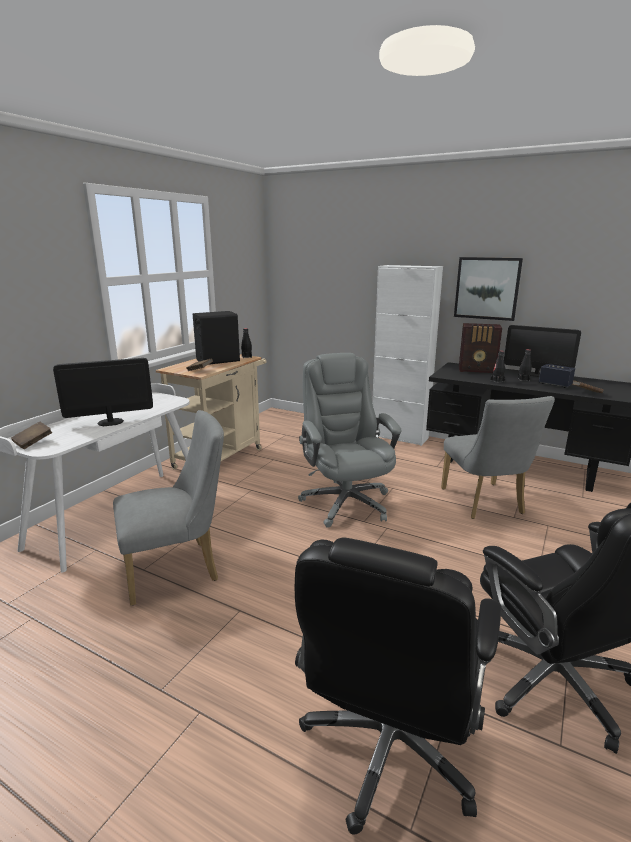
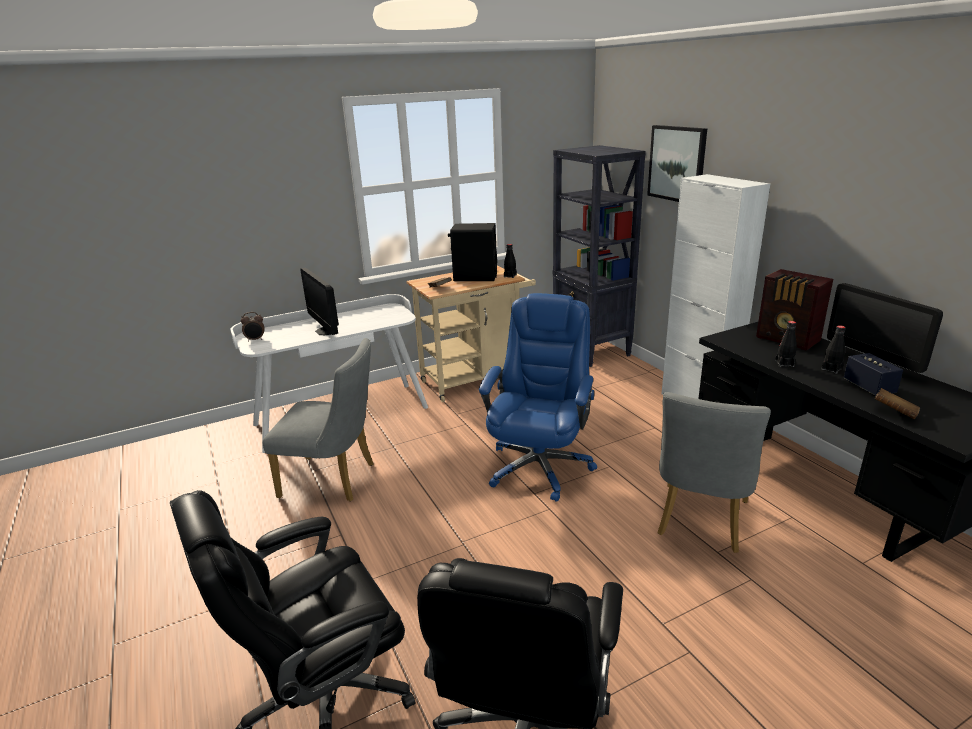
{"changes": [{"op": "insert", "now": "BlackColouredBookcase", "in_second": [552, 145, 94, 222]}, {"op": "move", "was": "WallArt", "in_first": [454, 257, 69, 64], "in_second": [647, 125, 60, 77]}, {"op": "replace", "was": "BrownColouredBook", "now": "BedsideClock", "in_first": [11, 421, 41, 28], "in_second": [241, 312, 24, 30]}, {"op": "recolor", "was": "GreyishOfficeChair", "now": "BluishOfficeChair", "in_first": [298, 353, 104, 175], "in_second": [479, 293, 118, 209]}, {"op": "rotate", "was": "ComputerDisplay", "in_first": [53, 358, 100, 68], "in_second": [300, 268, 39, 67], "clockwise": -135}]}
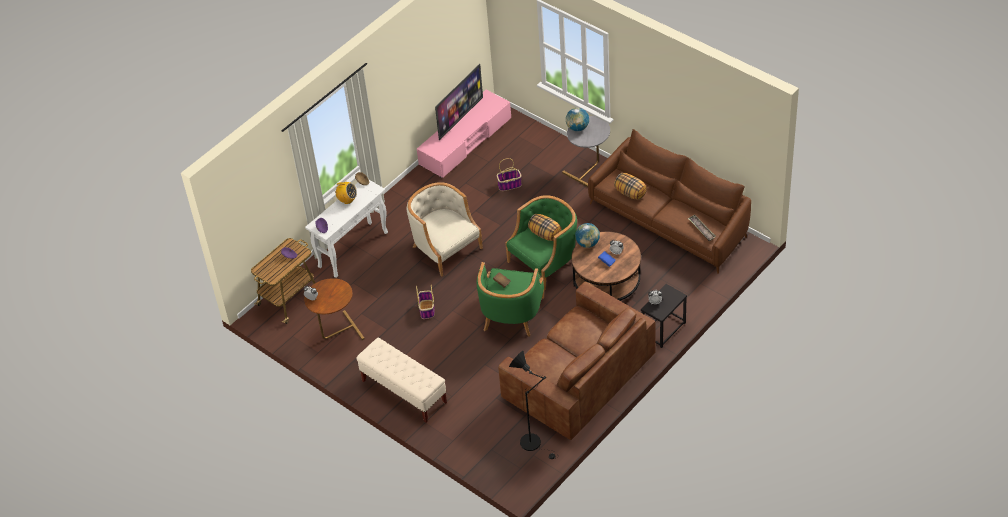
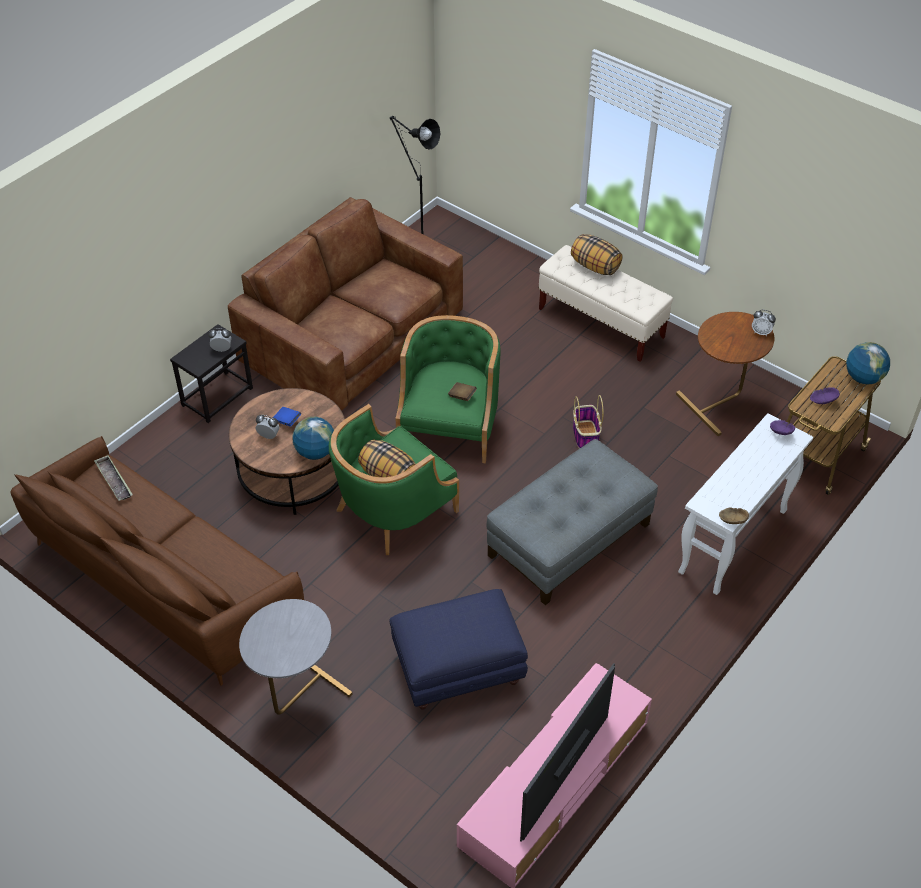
{"changes": [{"op": "delete", "was": "Radio", "in_first": [336, 182, 21, 22]}, {"op": "move", "was": "Globe", "in_first": [566, 108, 23, 23], "in_second": [846, 342, 44, 43]}, {"op": "move", "was": "Cushion", "in_first": [614, 173, 33, 27], "in_second": [571, 234, 52, 41]}, {"op": "replace", "was": "BeigeArmchair", "now": "GreyishPouffe", "in_first": [407, 182, 76, 95], "in_second": [486, 439, 172, 166]}, {"op": "replace", "was": "StorageBasket", "now": "BluishPouffe", "in_first": [497, 158, 25, 33], "in_second": [389, 589, 139, 121]}]}
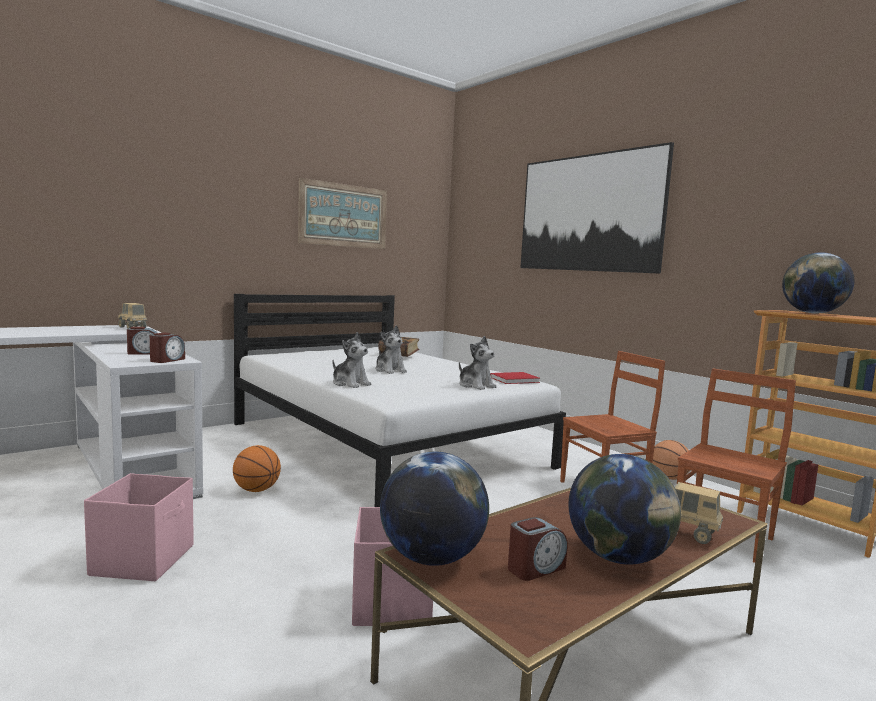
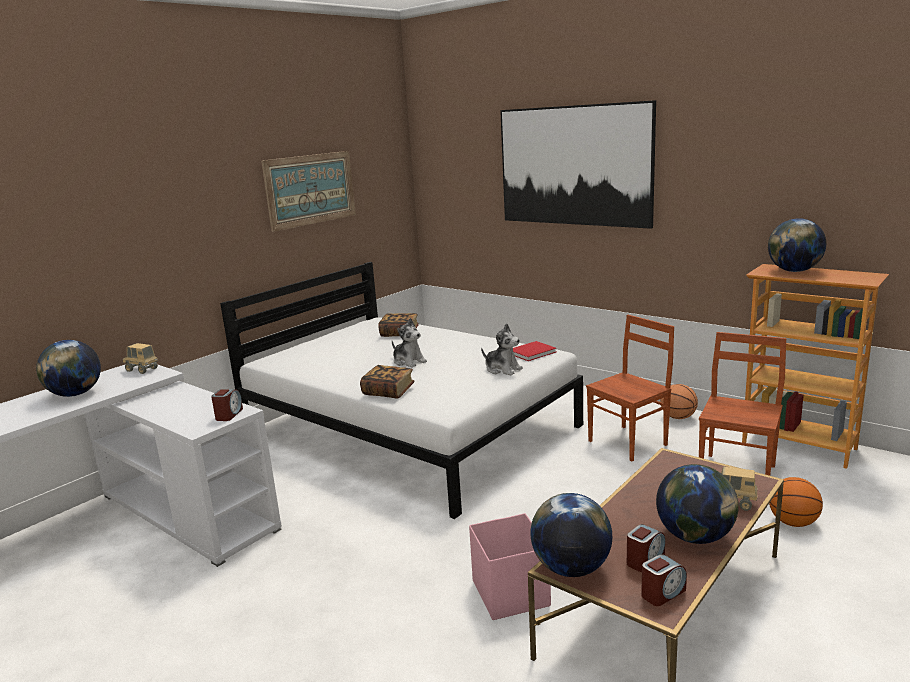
{"changes": [{"op": "delete", "was": "PinkishStorageContainer", "in_first": [84, 473, 110, 108]}, {"op": "insert", "now": "Globe", "in_second": [36, 340, 65, 57]}, {"op": "move", "was": "BedsideClock", "in_first": [127, 327, 30, 28], "in_second": [641, 555, 46, 51]}, {"op": "move", "was": "Basketball", "in_first": [233, 445, 48, 47], "in_second": [769, 477, 54, 50]}, {"op": "replace", "was": "CuddlyToy", "now": "Book", "in_first": [332, 332, 40, 56], "in_second": [360, 365, 55, 34]}]}
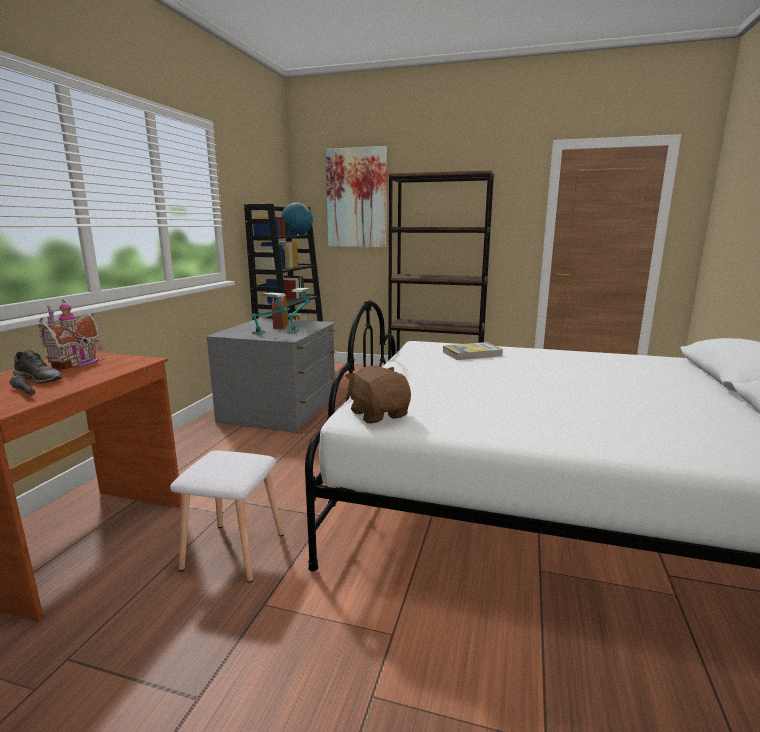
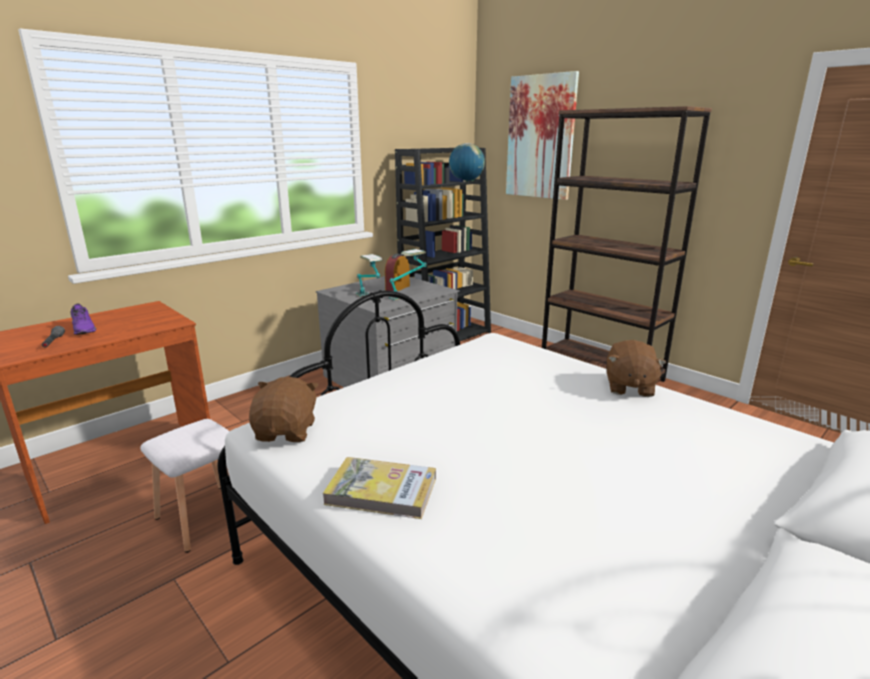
{"changes": [{"op": "delete", "was": "ToyHouse", "in_first": [38, 299, 65, 70]}, {"op": "insert", "now": "BrownColouredCuddlyToy", "in_second": [607, 340, 59, 57]}, {"op": "move", "was": "Book", "in_first": [443, 342, 61, 18], "in_second": [323, 457, 113, 62]}, {"op": "recolor", "was": "GreyishShoe", "now": "PurplishShoe", "in_first": [13, 350, 50, 34], "in_second": [70, 304, 26, 31]}]}
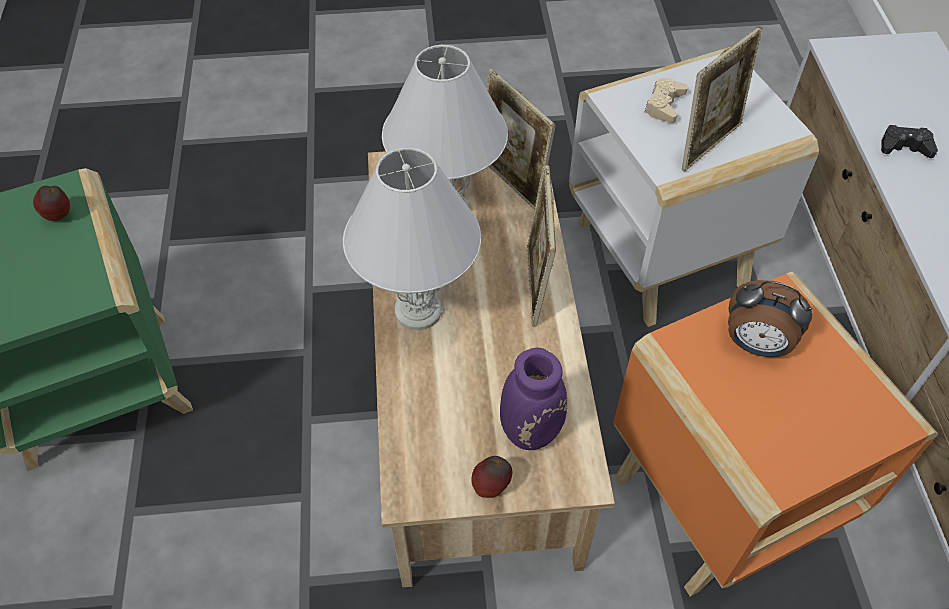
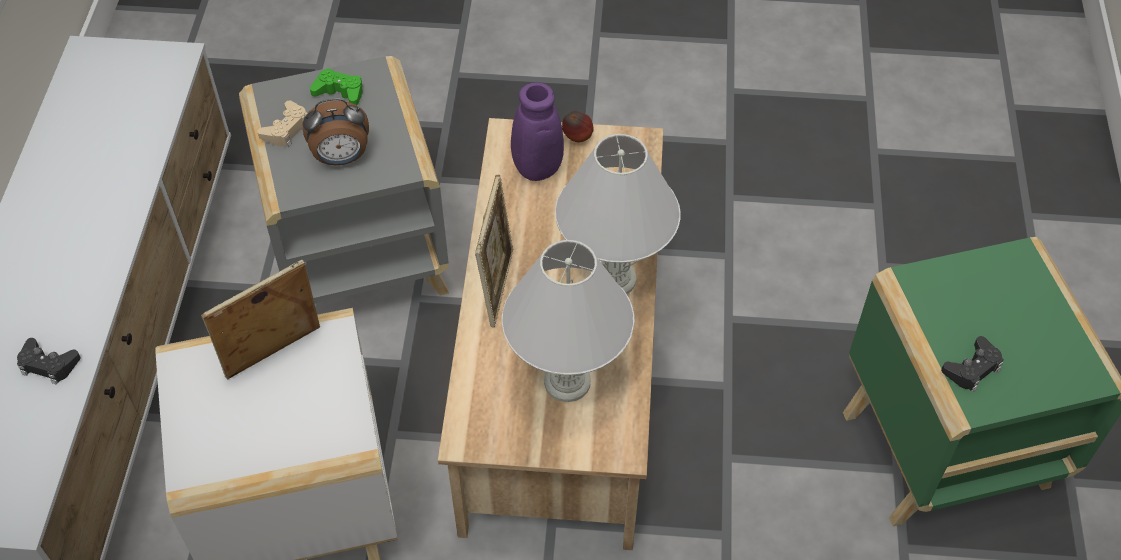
{"changes": [{"op": "delete", "was": "StandingFrame", "in_first": [486, 68, 70, 142]}, {"op": "insert", "now": "GreenGamepad", "in_second": [310, 68, 53, 37]}, {"op": "move", "was": "BeigeGamepad", "in_first": [644, 78, 44, 45], "in_second": [257, 100, 50, 47]}, {"op": "replace", "was": "AppleFruit", "now": "BlackColouredGamepad", "in_first": [33, 186, 37, 35], "in_second": [941, 336, 63, 56]}, {"op": "recolor", "was": "OrangeSideTable", "now": "GreyishSideTable", "in_first": [614, 272, 324, 325], "in_second": [239, 56, 210, 247]}, {"op": "rotate", "was": "BedsideClock", "in_first": [728, 280, 84, 77], "in_second": [303, 99, 66, 66], "clockwise": 135}]}
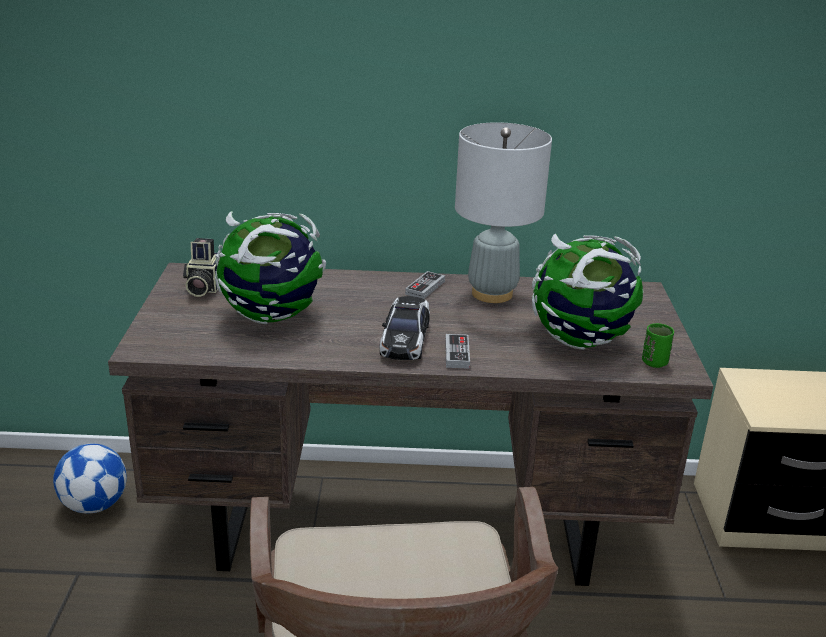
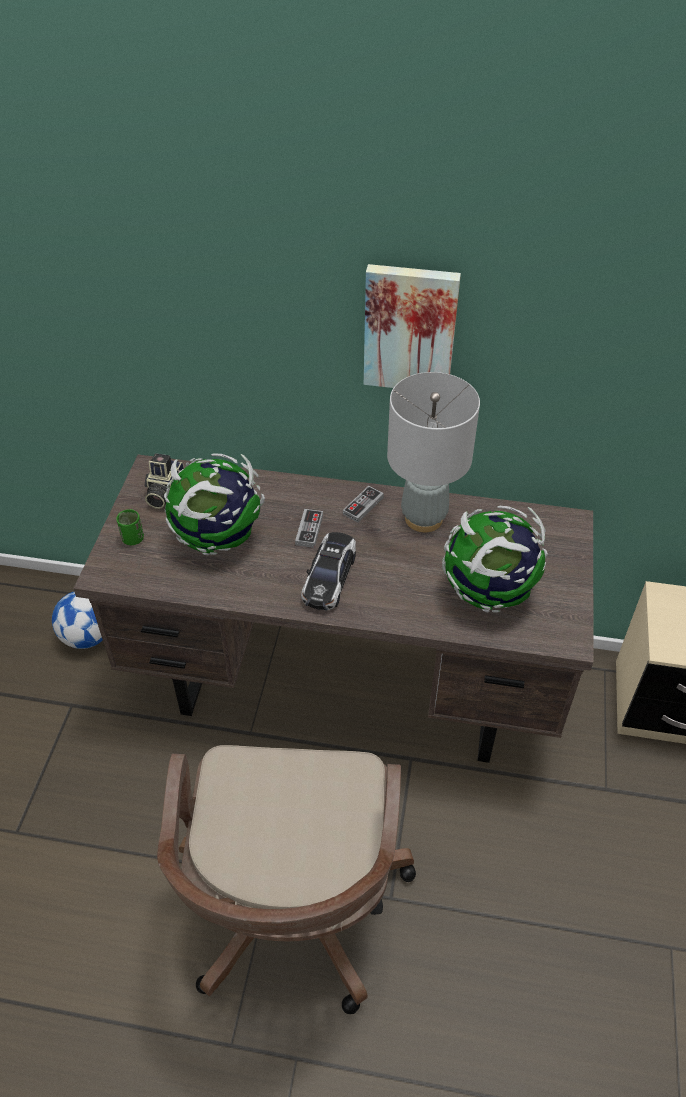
{"changes": [{"op": "insert", "now": "WallArt", "in_second": [364, 264, 97, 124]}, {"op": "move", "was": "Gamepad", "in_first": [445, 334, 25, 35], "in_second": [295, 509, 28, 39]}, {"op": "move", "was": "GreenDrinkingCup", "in_first": [642, 323, 32, 45], "in_second": [116, 509, 28, 36]}]}
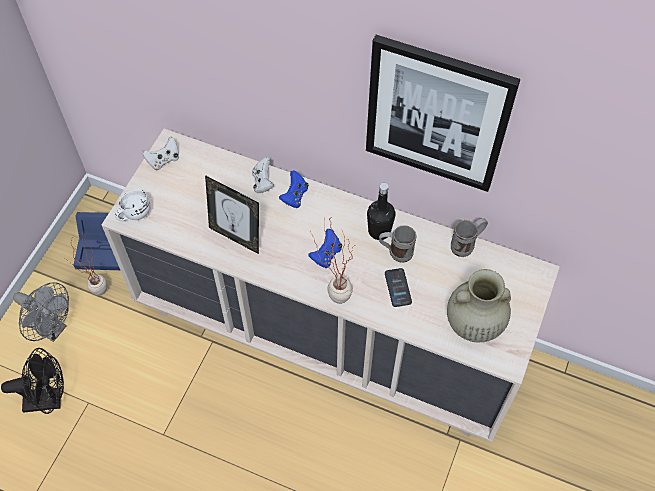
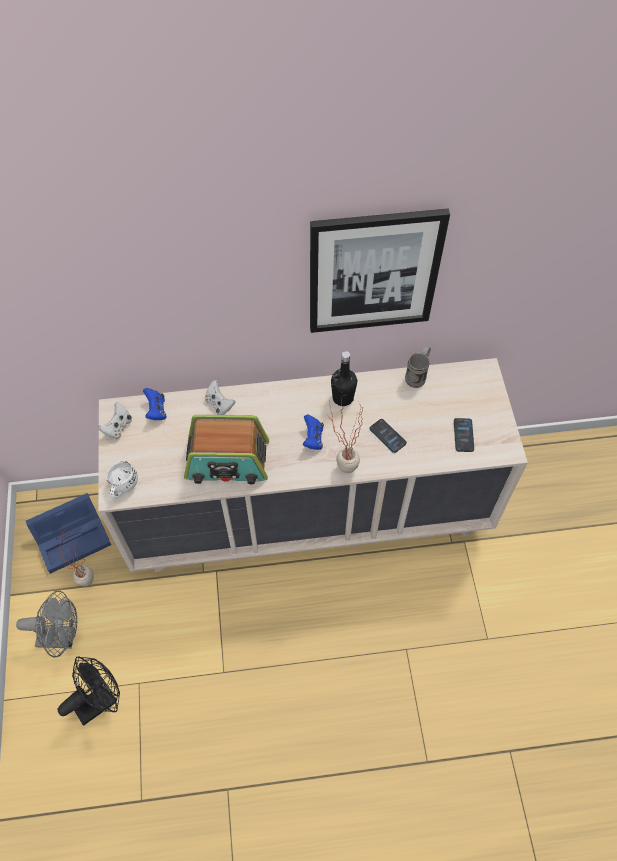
{"changes": [{"op": "delete", "was": "GreyishTeaMug", "in_first": [379, 225, 38, 38]}, {"op": "move", "was": "BluishGamepad", "in_first": [279, 170, 29, 38], "in_second": [143, 388, 23, 32]}, {"op": "replace", "was": "StandingFrame", "now": "Radio", "in_first": [205, 175, 54, 79], "in_second": [184, 415, 85, 70]}, {"op": "replace", "was": "BeigeVase", "now": "Telephone", "in_first": [447, 269, 64, 73], "in_second": [454, 418, 20, 34]}]}
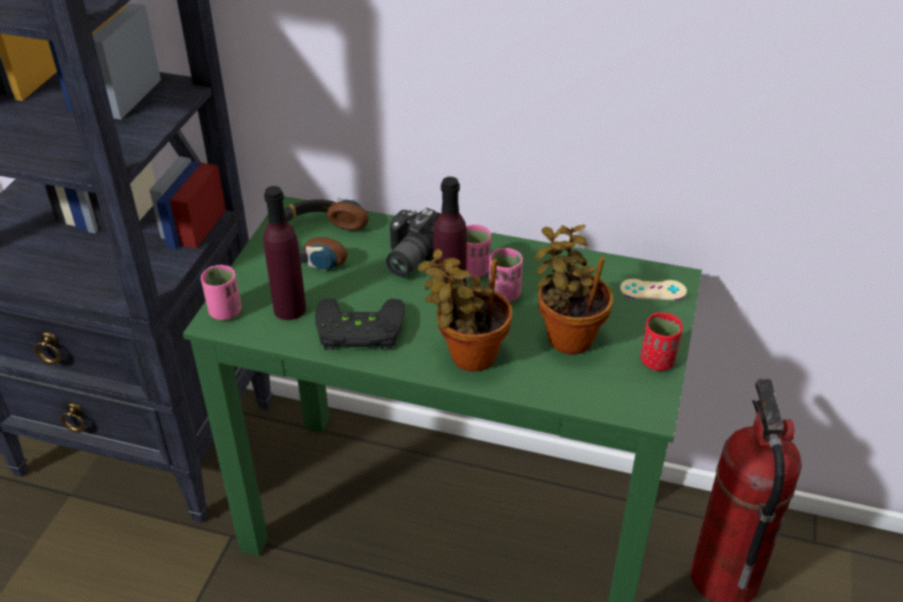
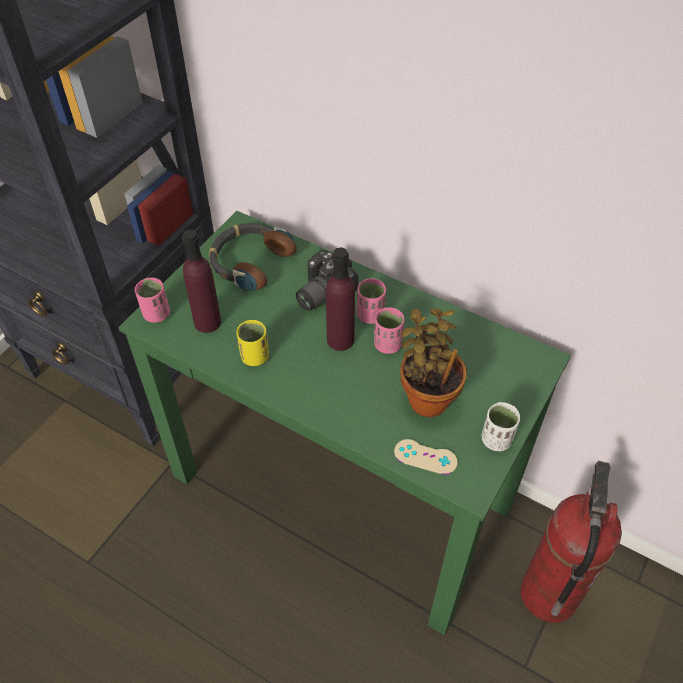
{"changes": [{"op": "delete", "was": "PottedPlant", "in_first": [418, 249, 94, 123]}, {"op": "move", "was": "BeigeGamepad", "in_first": [620, 279, 67, 21], "in_second": [394, 439, 64, 36]}, {"op": "replace", "was": "BlackColouredGamepad", "now": "YellowishDrinkingCup", "in_first": [315, 298, 90, 52], "in_second": [236, 320, 33, 46]}, {"op": "recolor", "was": "ReddishDrinkingCup", "now": "WhiteColouredDrinkingCup", "in_first": [640, 313, 43, 58], "in_second": [482, 402, 38, 49]}]}
